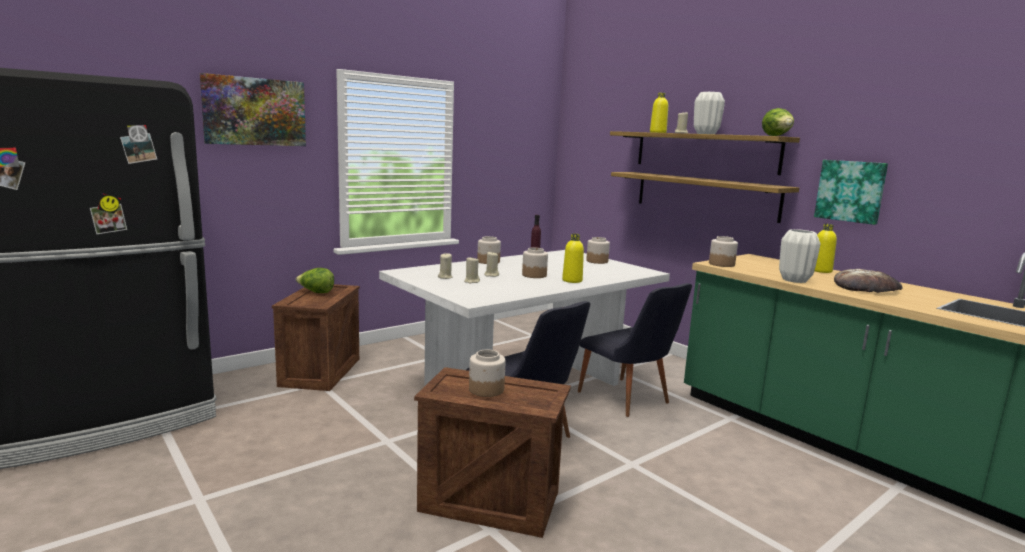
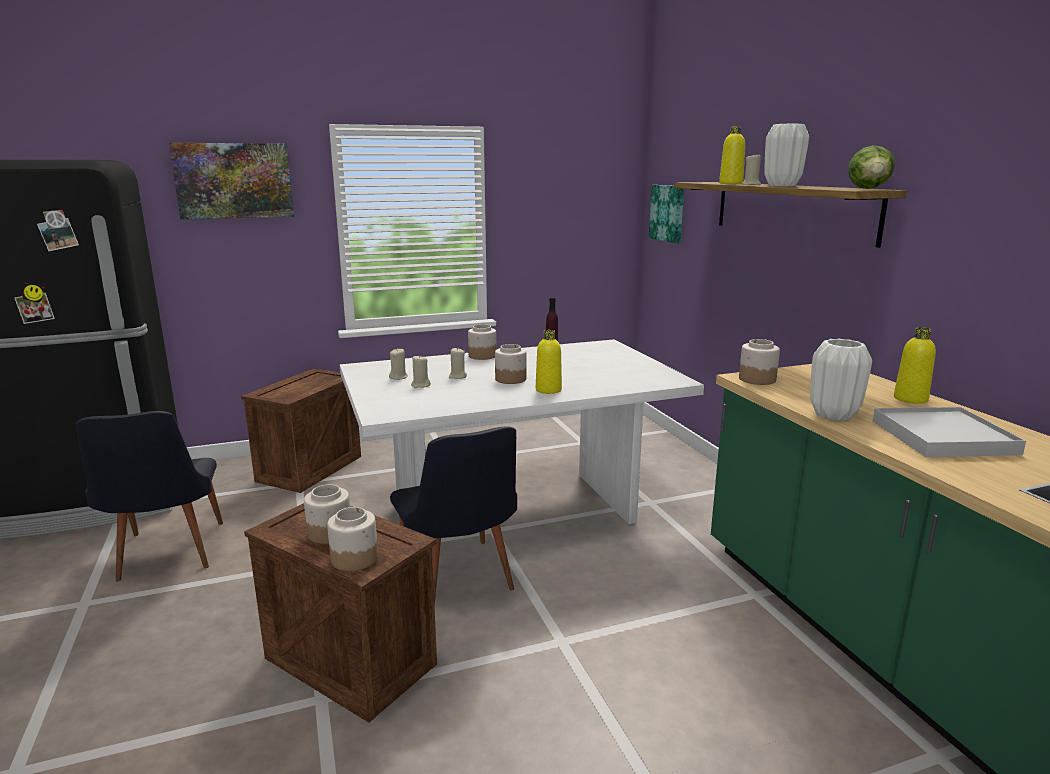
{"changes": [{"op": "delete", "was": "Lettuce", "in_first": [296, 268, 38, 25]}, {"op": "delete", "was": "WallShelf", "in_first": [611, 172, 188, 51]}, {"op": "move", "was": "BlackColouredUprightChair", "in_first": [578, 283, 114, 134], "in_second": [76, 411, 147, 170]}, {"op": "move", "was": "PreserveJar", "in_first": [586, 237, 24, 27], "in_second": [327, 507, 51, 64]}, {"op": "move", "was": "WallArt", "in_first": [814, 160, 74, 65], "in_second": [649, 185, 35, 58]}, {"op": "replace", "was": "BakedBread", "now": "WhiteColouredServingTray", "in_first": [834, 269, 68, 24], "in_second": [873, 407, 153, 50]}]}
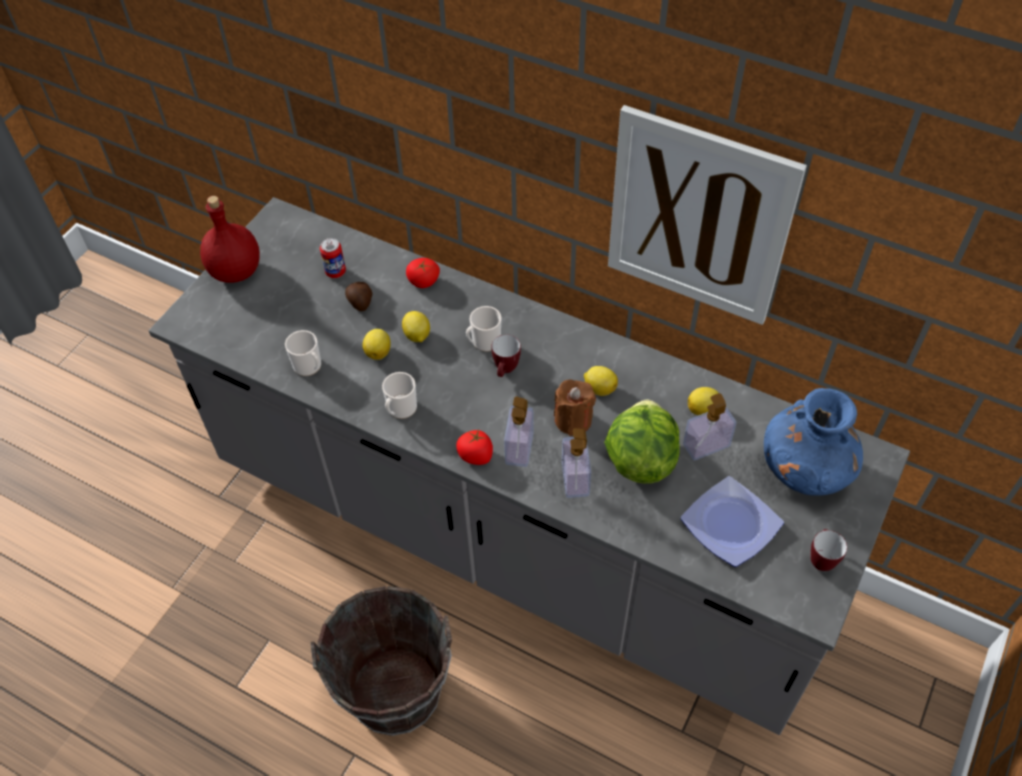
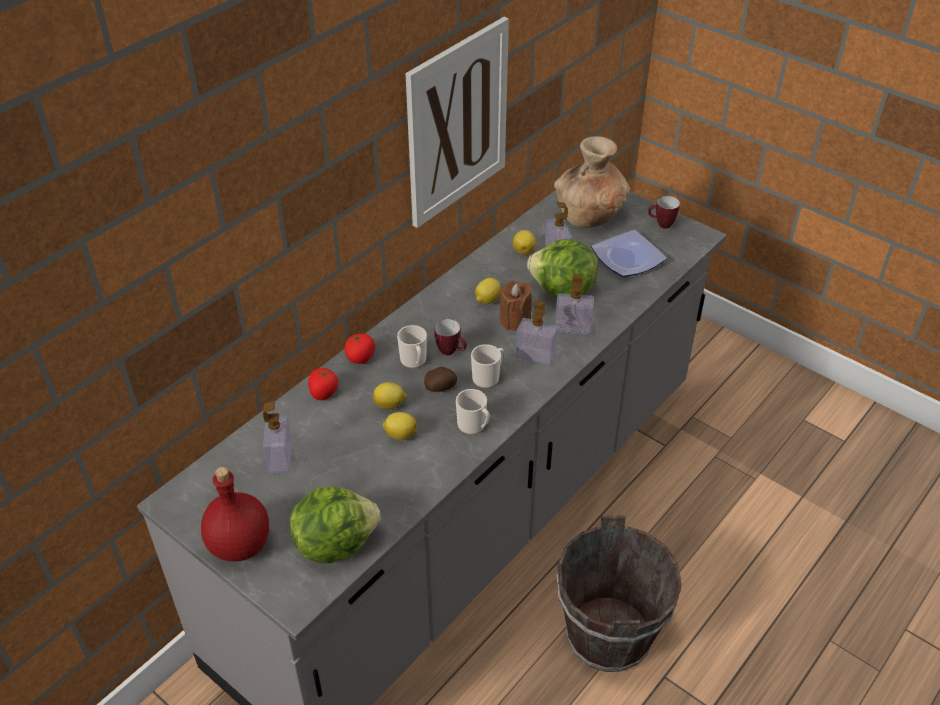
{"changes": [{"op": "insert", "now": "Lettuce", "in_second": [290, 487, 91, 76]}, {"op": "move", "was": "TeaMug", "in_first": [285, 330, 36, 46], "in_second": [471, 344, 33, 44]}, {"op": "move", "was": "Potato", "in_first": [345, 282, 27, 29], "in_second": [424, 367, 33, 25]}, {"op": "move", "was": "WholeTomato", "in_first": [456, 429, 37, 36], "in_second": [345, 333, 30, 31]}, {"op": "replace", "was": "SealedCan", "now": "SoapDispenser", "in_first": [320, 238, 26, 40], "in_second": [263, 401, 29, 73]}, {"op": "recolor", "was": "BluishVase", "now": "BrownColouredVase", "in_first": [764, 388, 99, 108], "in_second": [554, 136, 76, 92]}]}
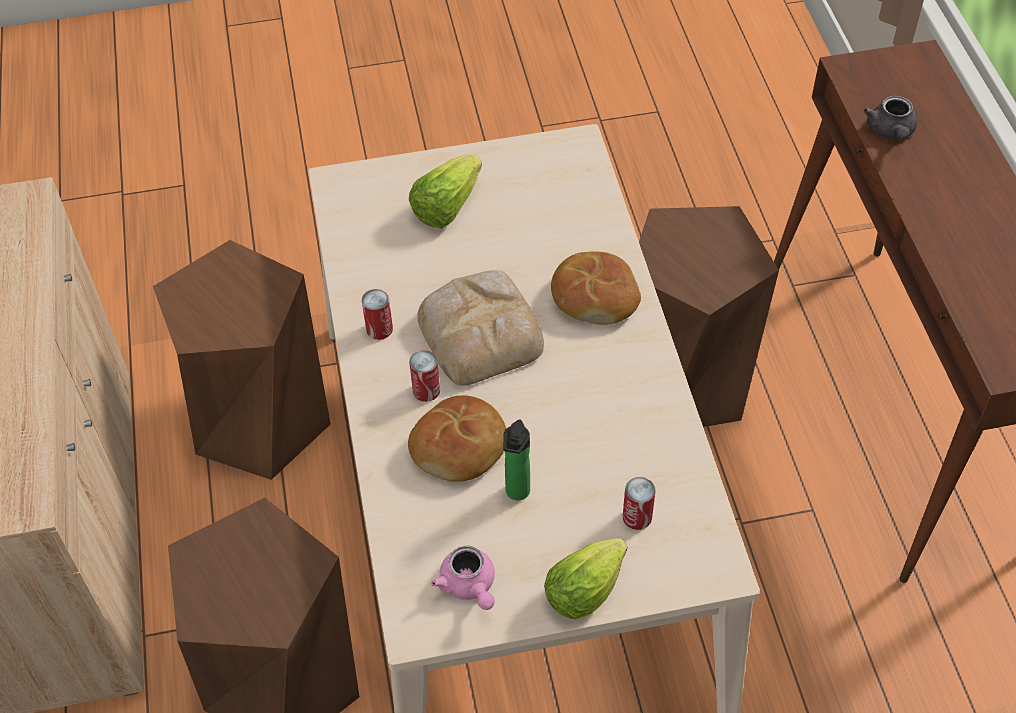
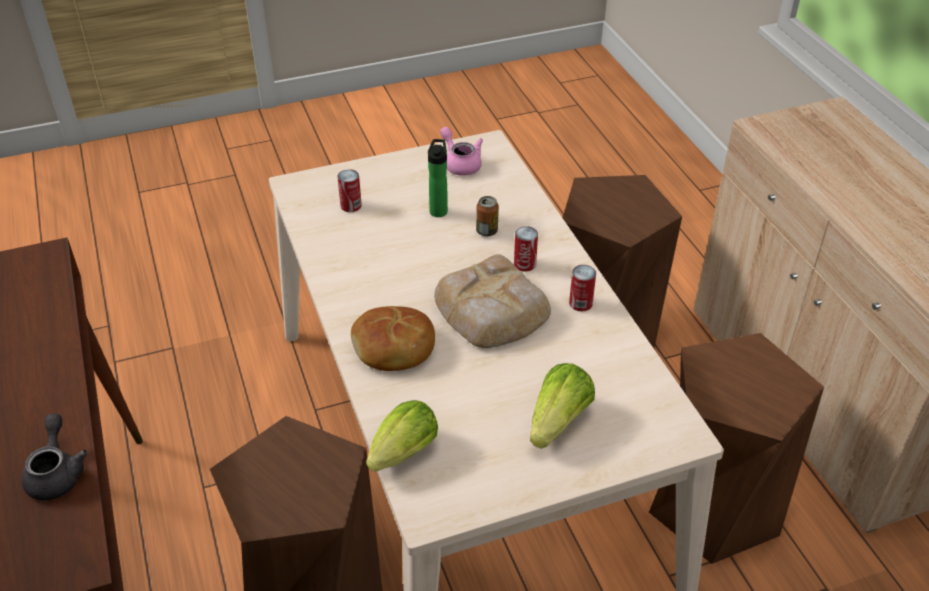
{"changes": [{"op": "move", "was": "Lettuce", "in_first": [544, 538, 83, 81], "in_second": [366, 400, 72, 72]}, {"op": "replace", "was": "BakedBread", "now": "SealedCan", "in_first": [408, 395, 98, 87], "in_second": [476, 196, 23, 40]}]}
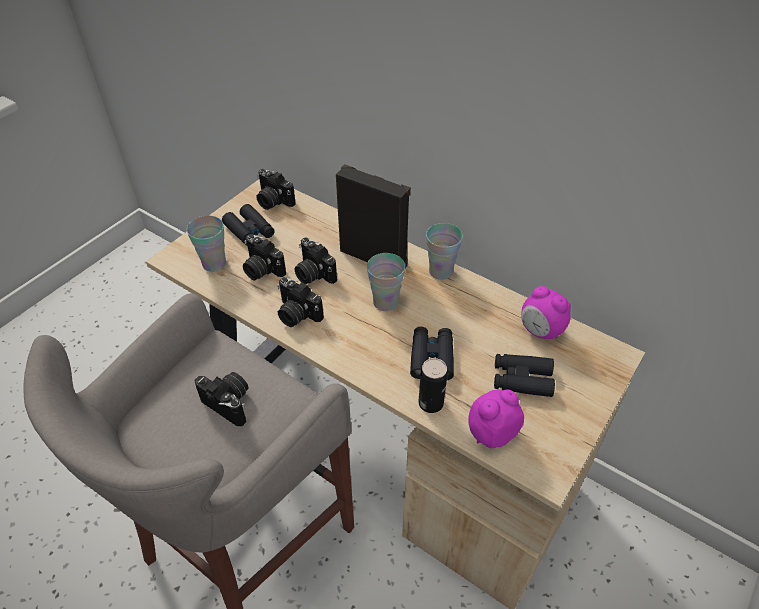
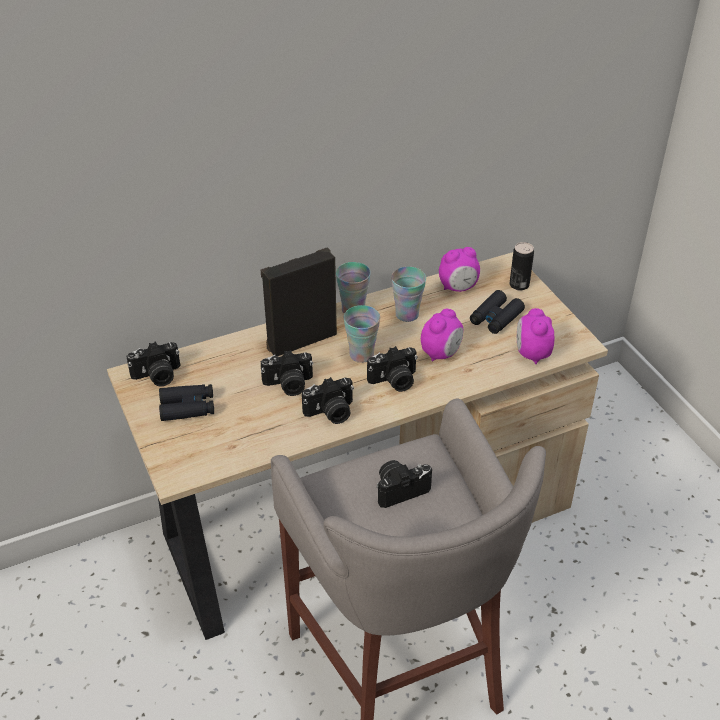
{"changes": [{"op": "move", "was": "DrinkingCup", "in_first": [187, 216, 39, 56], "in_second": [391, 267, 35, 55]}, {"op": "move", "was": "StillCamera", "in_first": [243, 234, 43, 46], "in_second": [367, 346, 51, 46]}, {"op": "move", "was": "SealedCan", "in_first": [419, 358, 29, 55], "in_second": [510, 242, 24, 48]}, {"op": "replace", "was": "BlackColouredPairOfBinoculars", "now": "BedsideClock", "in_first": [410, 327, 44, 53], "in_second": [421, 309, 42, 53]}]}
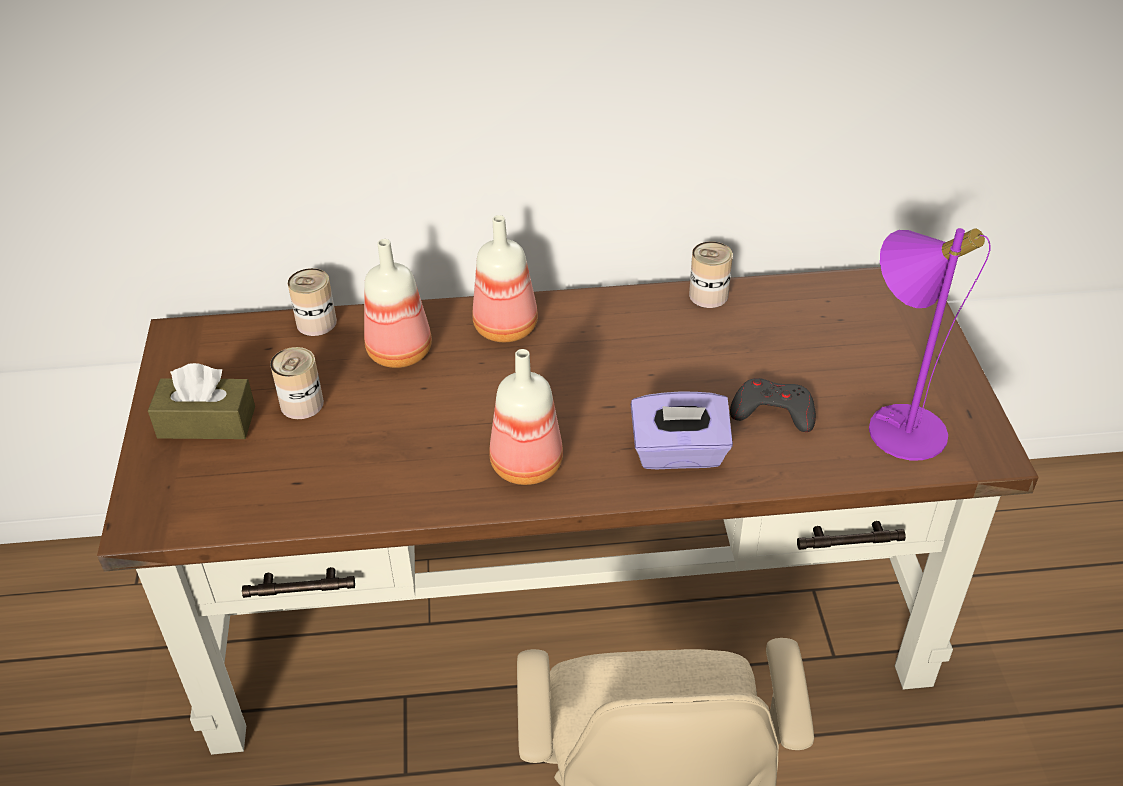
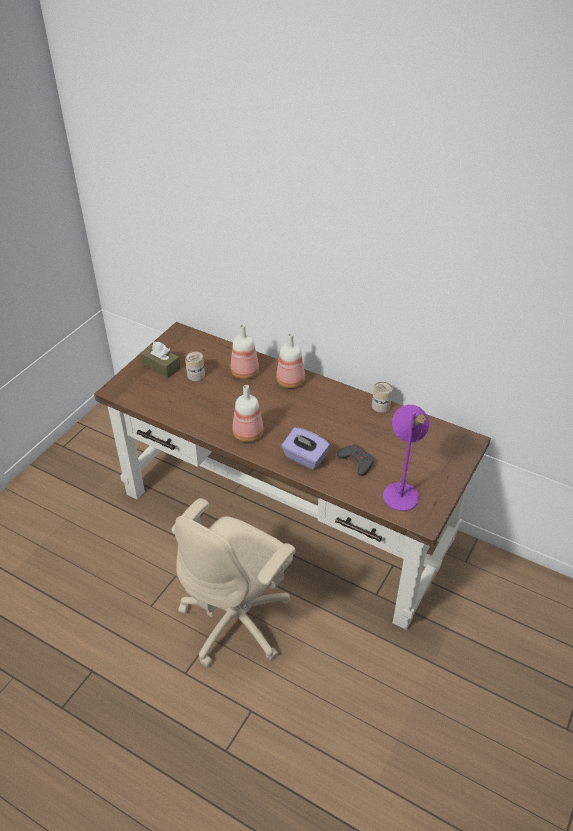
{"changes": [{"op": "delete", "was": "SealedCan", "in_first": [288, 268, 49, 68]}]}
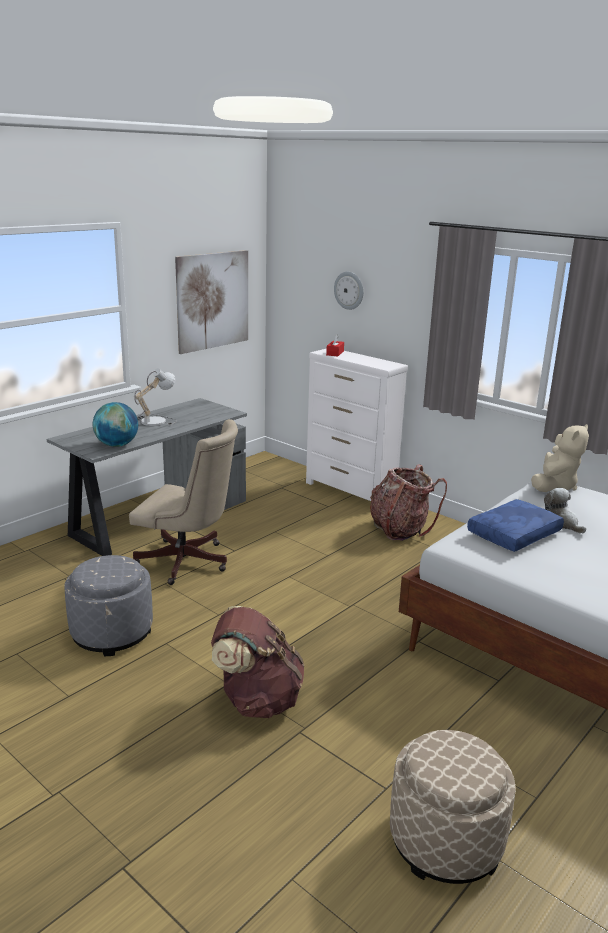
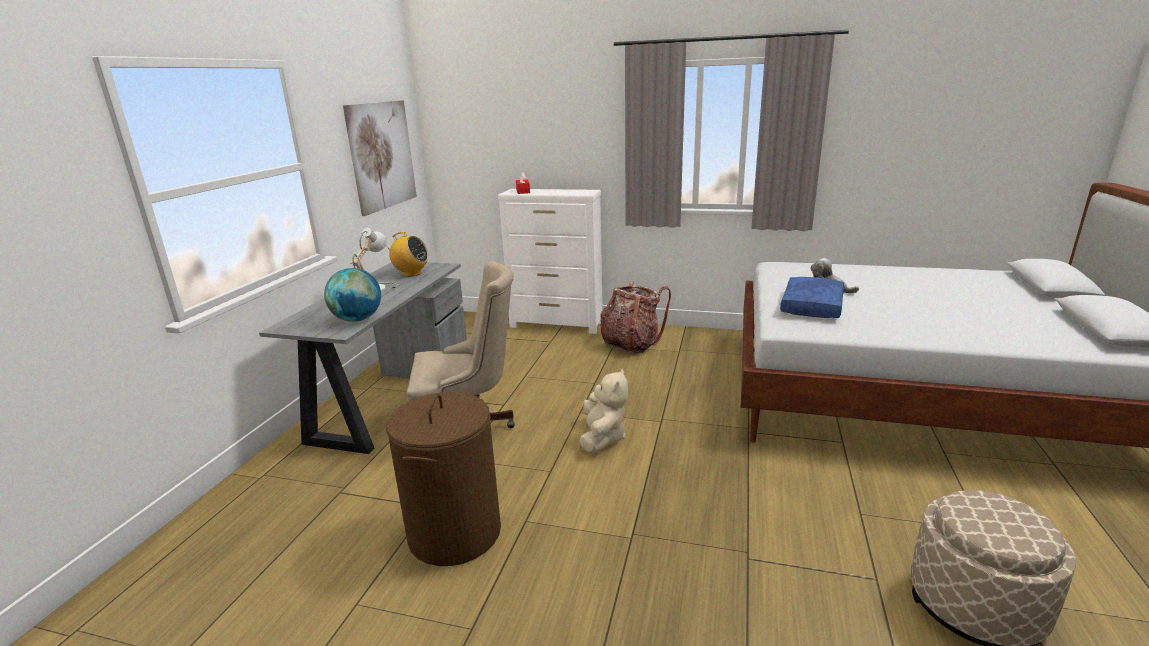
{"changes": [{"op": "delete", "was": "BrownColouredKnapsack", "in_first": [211, 606, 93, 112]}, {"op": "delete", "was": "WallClock", "in_first": [334, 272, 29, 38]}, {"op": "insert", "now": "Radio", "in_second": [386, 231, 43, 46]}, {"op": "move", "was": "BeigeCuddlyToy", "in_first": [531, 424, 58, 68], "in_second": [579, 369, 49, 85]}, {"op": "replace", "was": "GreyishPouffe", "now": "BrownColouredLaundryBasket", "in_first": [64, 555, 89, 101], "in_second": [386, 391, 115, 175]}]}
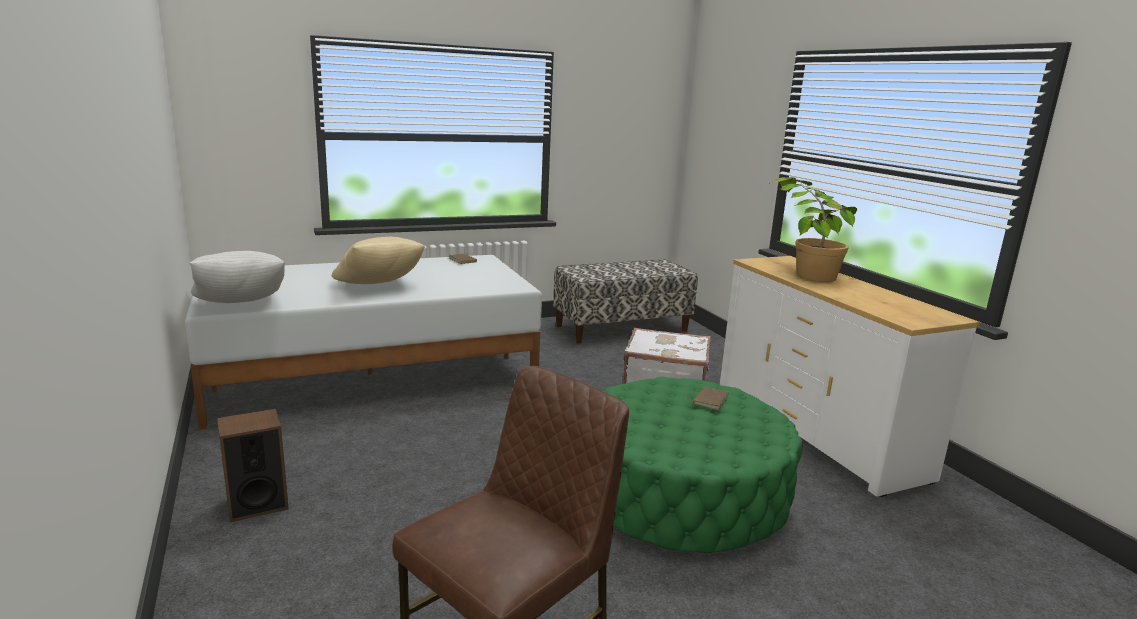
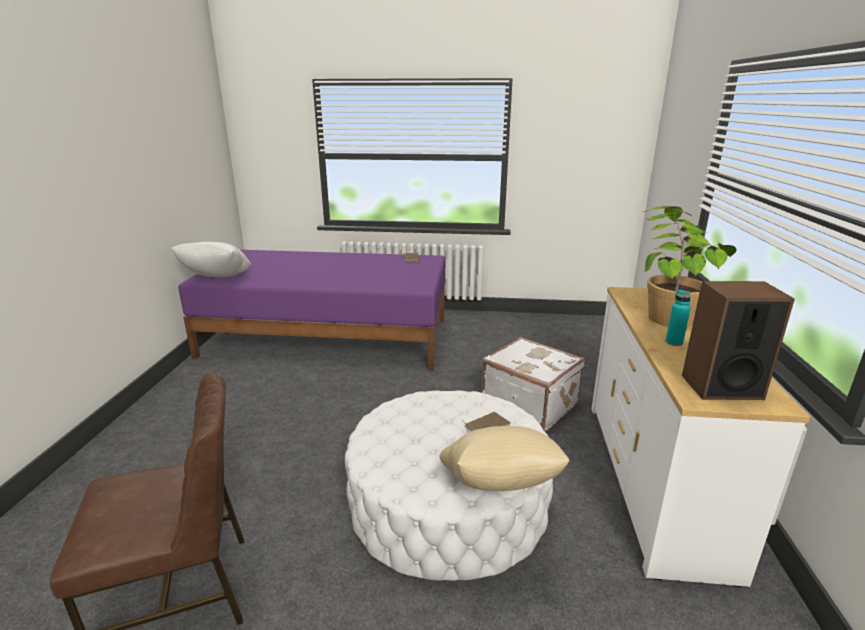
{"changes": [{"op": "delete", "was": "Bench", "in_first": [553, 259, 145, 84]}, {"op": "insert", "now": "TurquoiseBottle", "in_second": [665, 289, 26, 57]}, {"op": "move", "was": "Loudspeaker", "in_first": [217, 409, 72, 113], "in_second": [682, 281, 113, 119]}, {"op": "move", "was": "BeigeCushion", "in_first": [332, 237, 93, 47], "in_second": [439, 426, 131, 65]}, {"op": "recolor", "was": "WhiteColouredBed", "now": "PurplishBed", "in_first": [185, 255, 357, 175], "in_second": [178, 250, 268, 122]}, {"op": "recolor", "was": "GreenPouffe", "now": "WhiteColouredPouffe", "in_first": [603, 377, 200, 176], "in_second": [345, 391, 208, 190]}]}
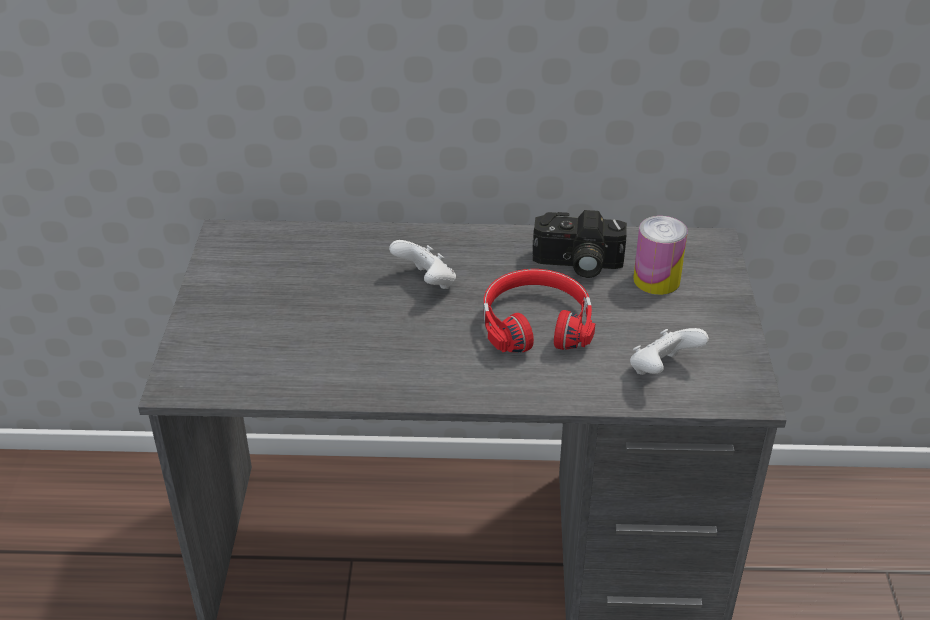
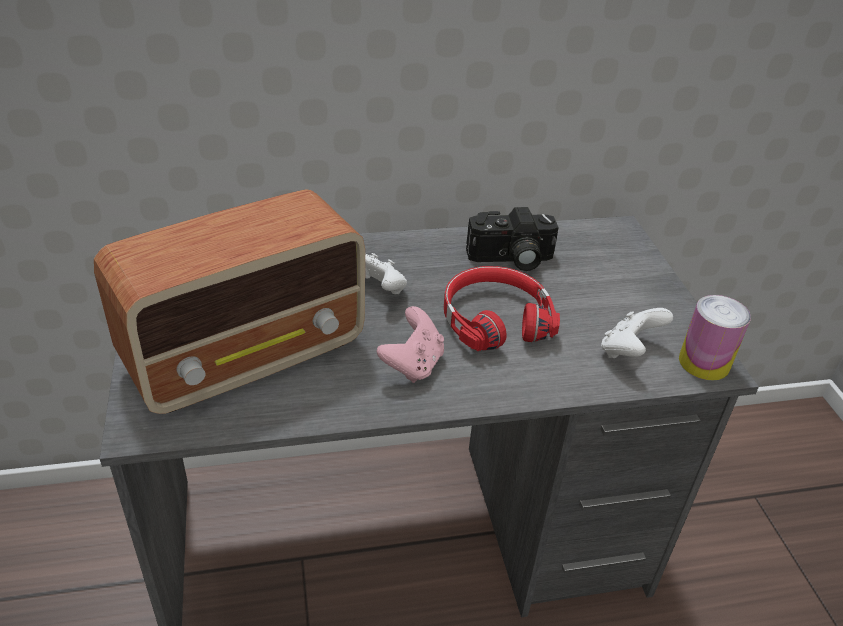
{"changes": [{"op": "insert", "now": "Radio", "in_second": [94, 189, 271, 225]}, {"op": "insert", "now": "PinkishGamepad", "in_second": [377, 306, 67, 77]}, {"op": "move", "was": "SealedCan", "in_first": [633, 216, 55, 79], "in_second": [679, 295, 72, 85]}]}
